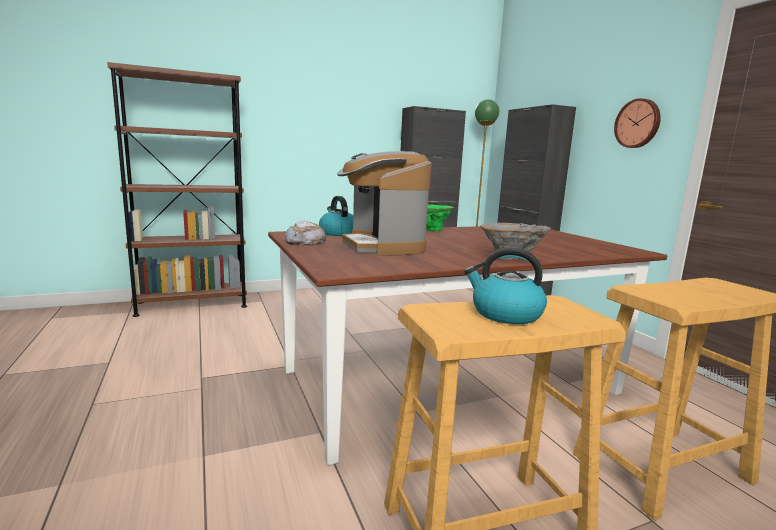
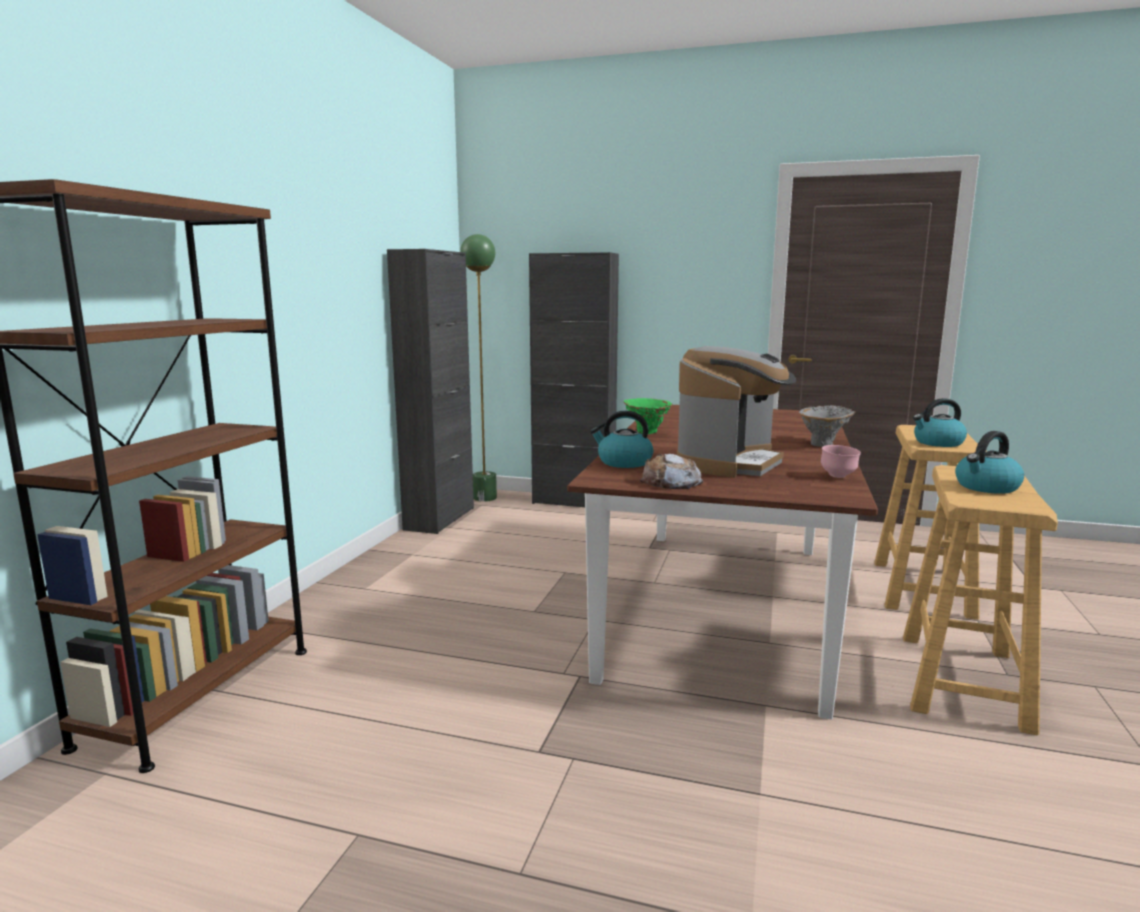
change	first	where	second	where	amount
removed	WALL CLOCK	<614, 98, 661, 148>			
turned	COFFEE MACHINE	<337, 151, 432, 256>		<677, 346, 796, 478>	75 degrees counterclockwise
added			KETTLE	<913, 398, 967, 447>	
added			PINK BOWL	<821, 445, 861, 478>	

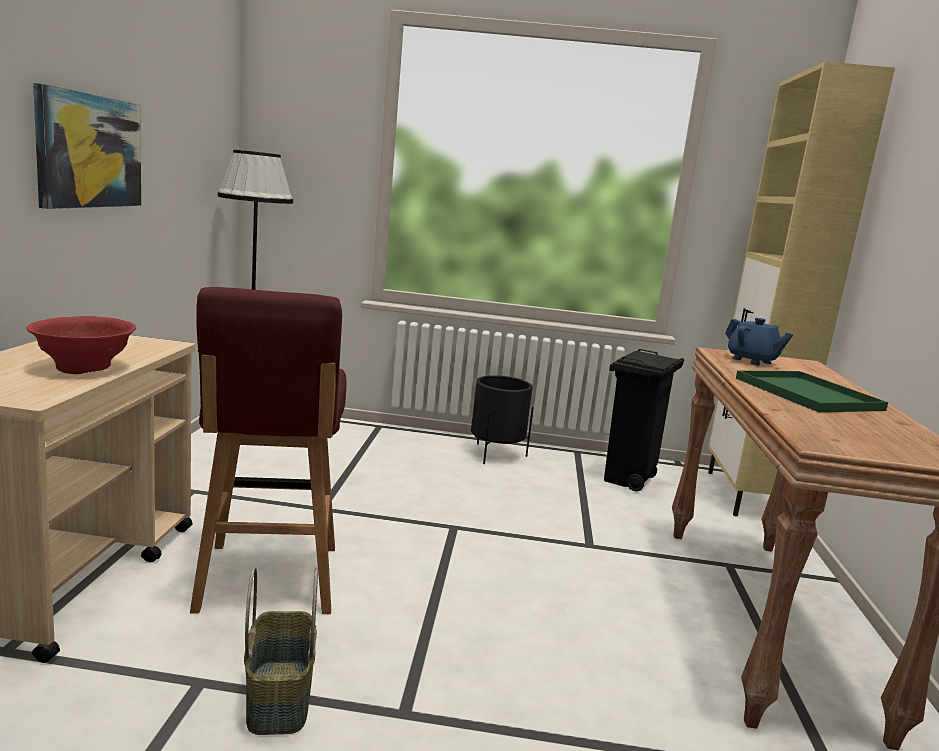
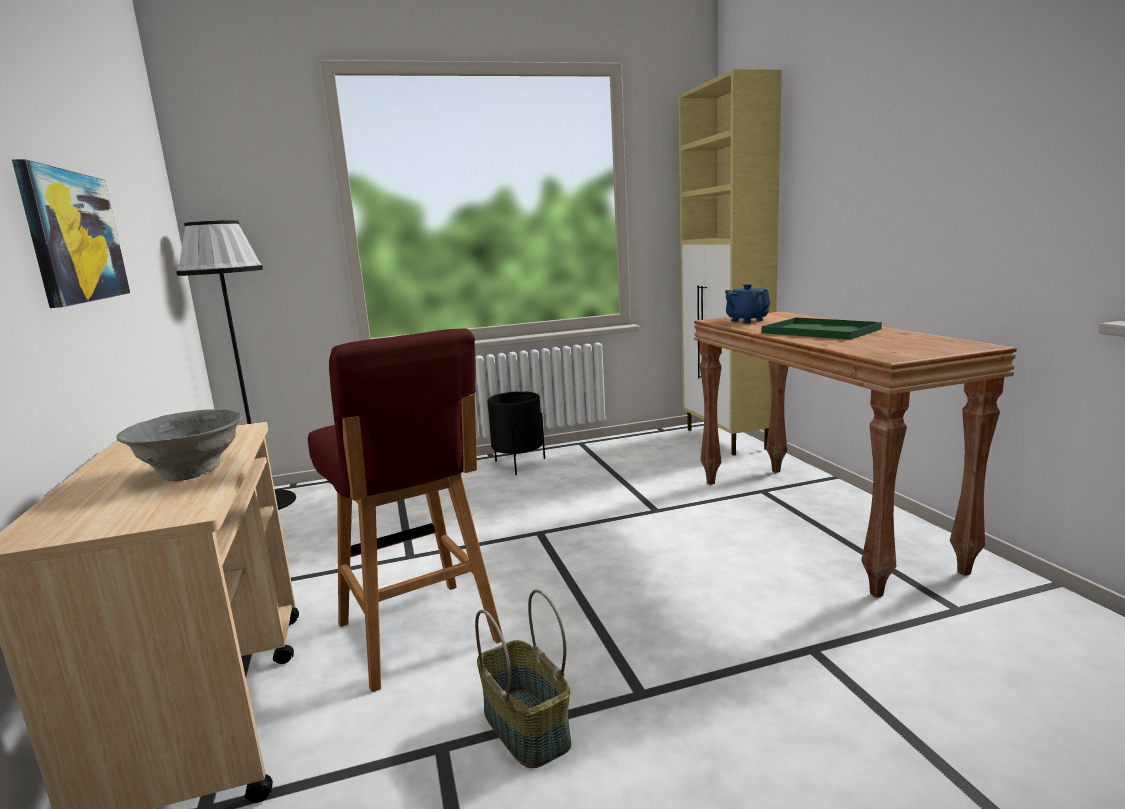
change	first	where	second	where	amount
recoloured	RED BOWL	<27, 316, 136, 374>	GREY BOWL	<116, 409, 242, 481>	
turned	BLUE TEAPOT	<725, 318, 793, 365>		<725, 284, 770, 323>	150 degrees counterclockwise
removed	BLACK TRASH CAN	<604, 349, 684, 491>			

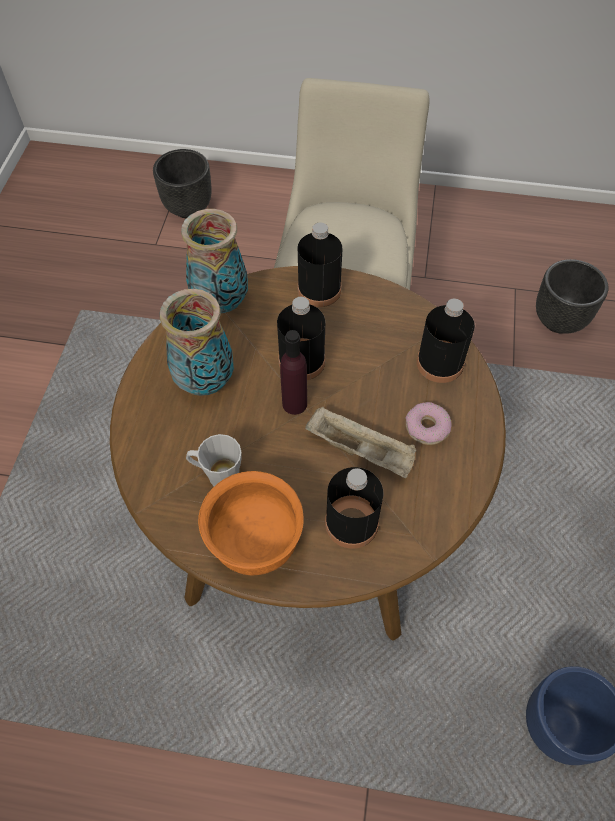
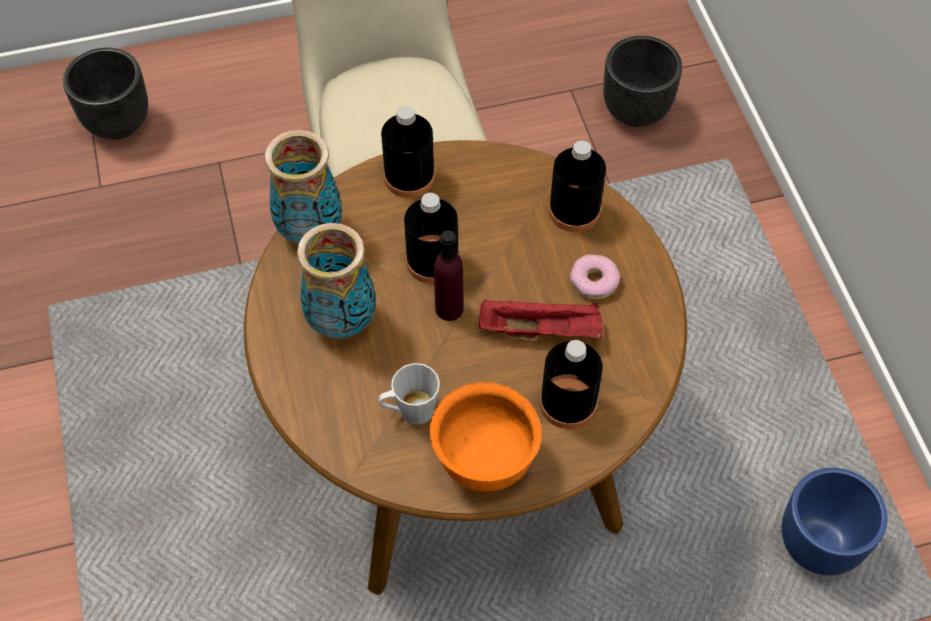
change	first	where	second	where	amount
recoloured	BEIGE TRAY	<305, 406, 416, 478>	RED TRAY	<479, 299, 603, 338>	

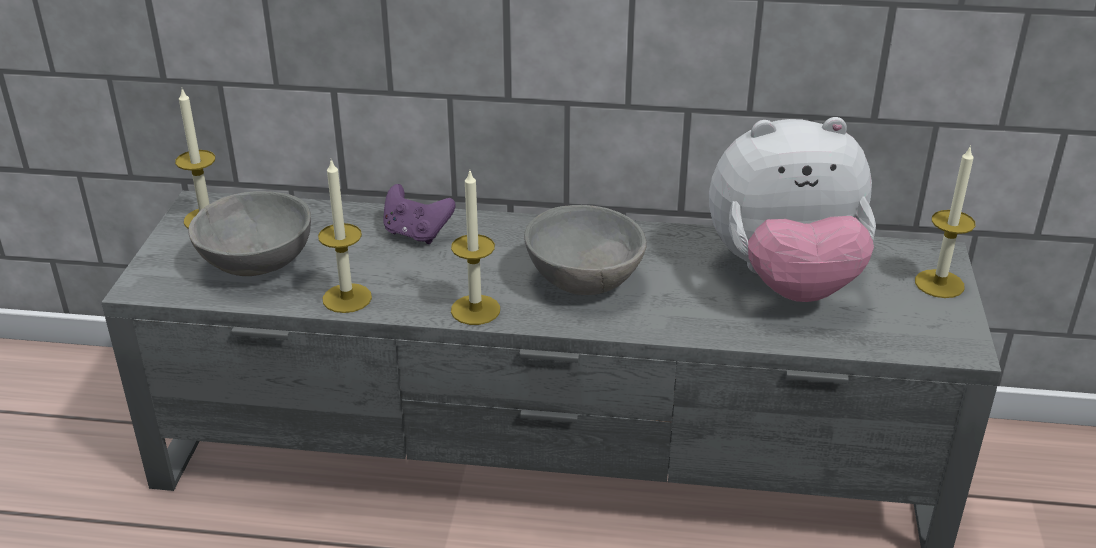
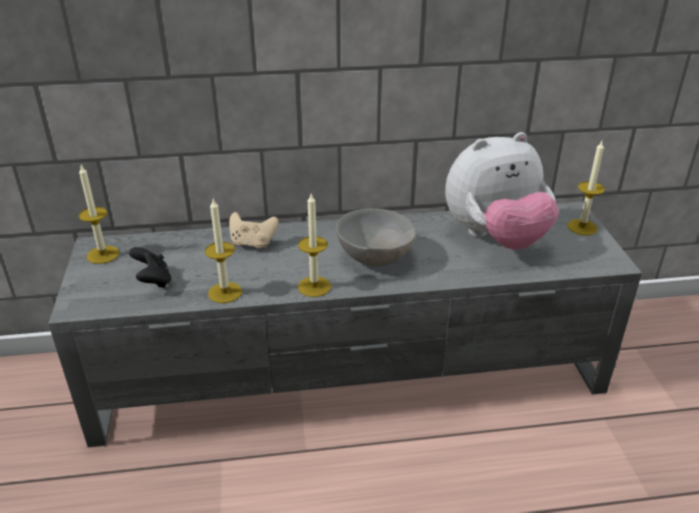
change	first	where	second	where	amount
recoloured	PURPLE GAME CONTROLLER	<384, 184, 456, 244>	BEIGE GAME CONTROLLER	<229, 212, 279, 249>	
replaced	GREY BOWL	<188, 191, 311, 276>	BLACK GAME CONTROLLER	<129, 247, 171, 288>	

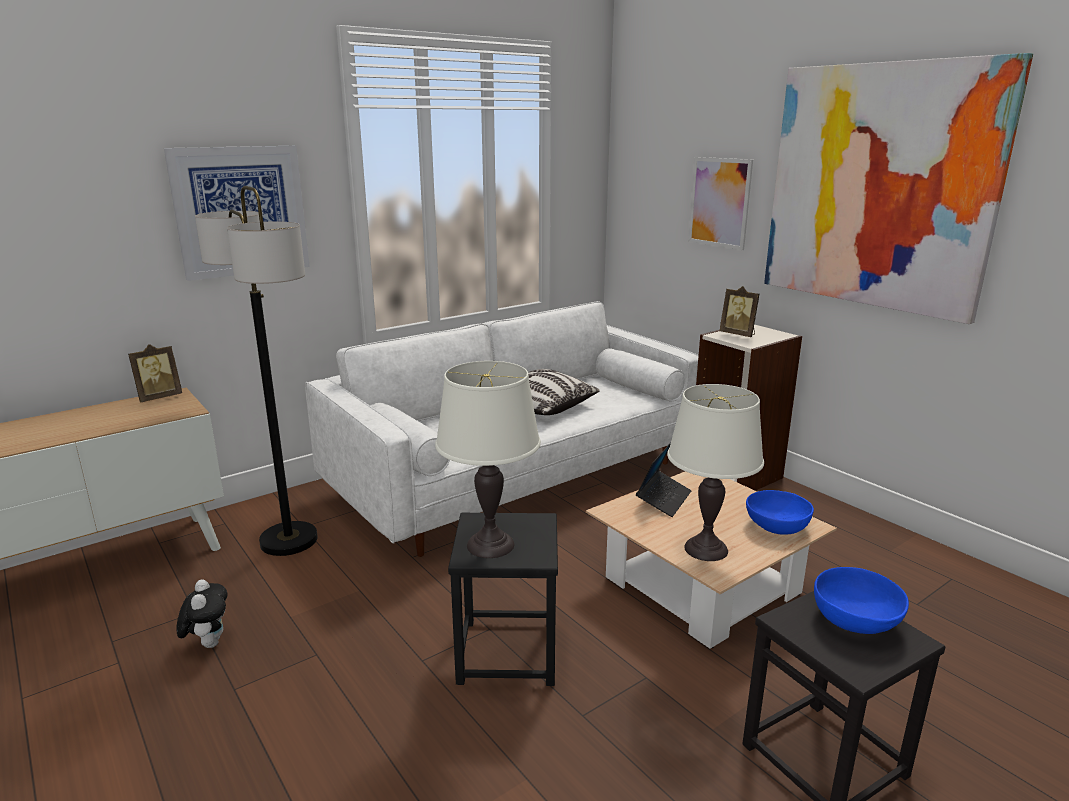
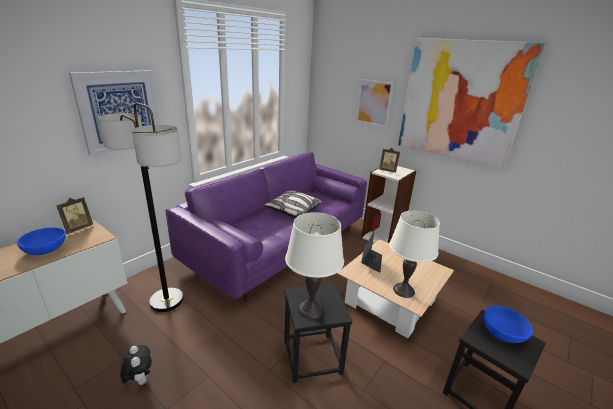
change	first	where	second	where	amount
recoloured	WHITE SOFA	<305, 301, 699, 557>	PURPLE SOFA	<166, 152, 367, 302>	
moved	BLUE BOWL	<746, 490, 814, 535>		<17, 227, 66, 255>	

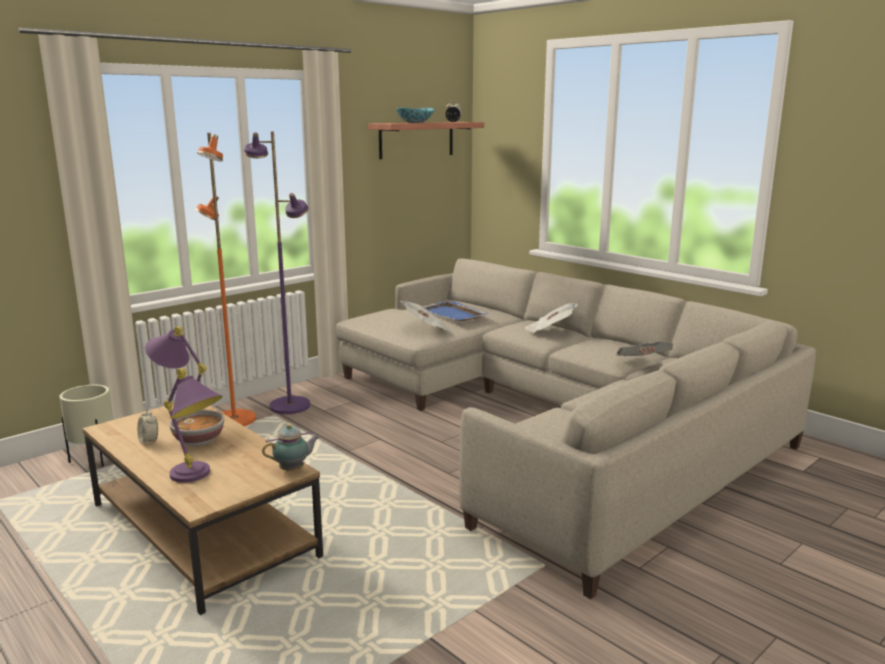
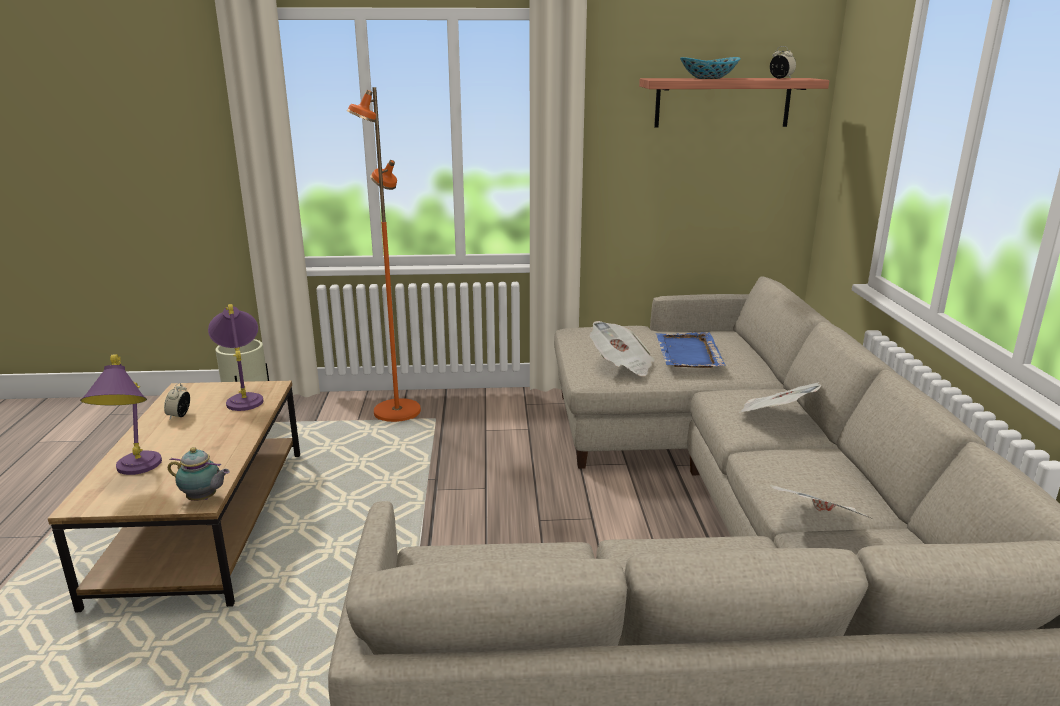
change	first	where	second	where	amount
removed	PURPLE FLOOR LAMP	<244, 131, 310, 414>			
removed	BOWL	<169, 410, 224, 446>			

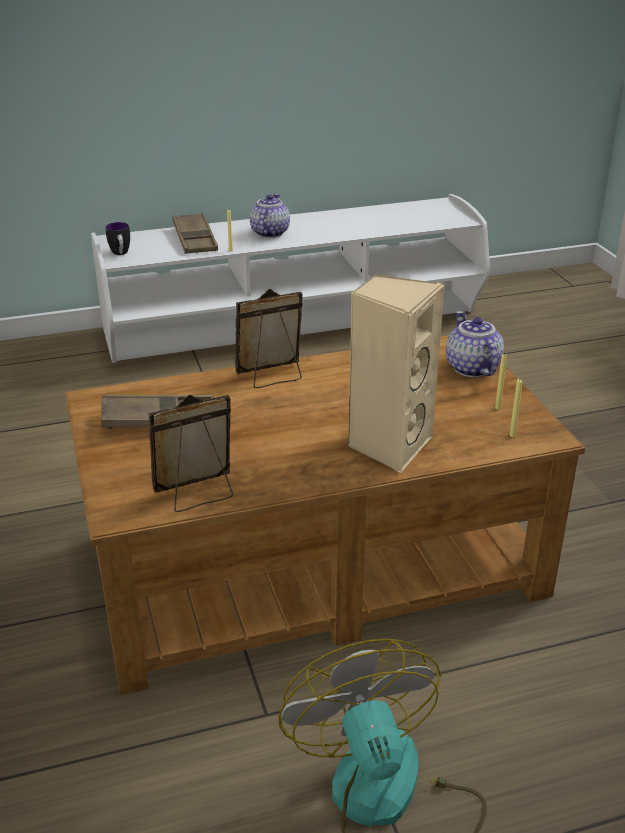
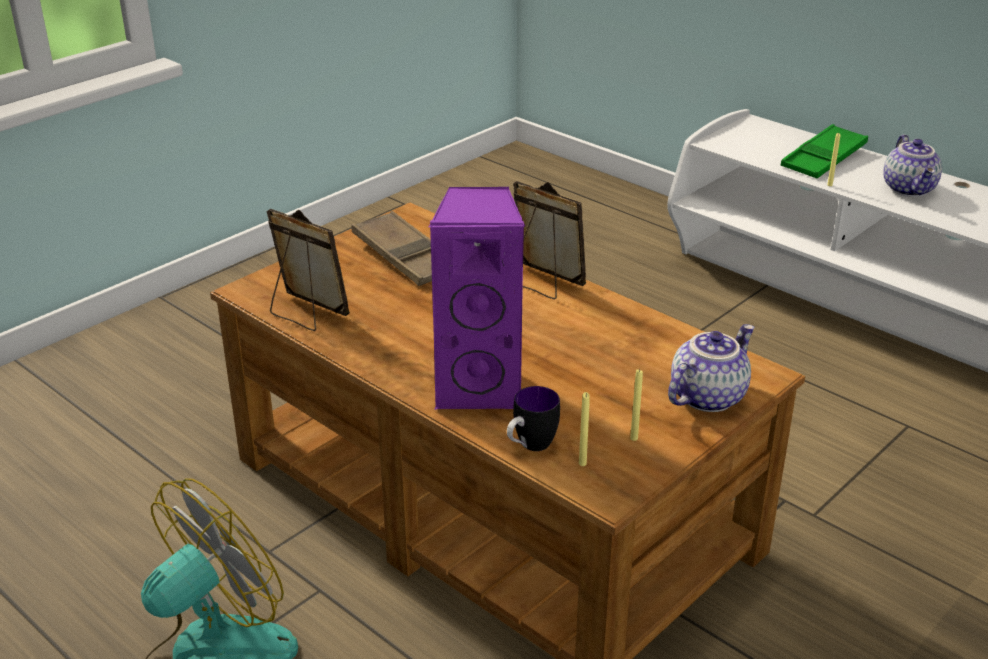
change	first	where	second	where	amount
turned	TEAPOT	<250, 194, 290, 238>		<883, 135, 942, 197>	105 degrees clockwise
recoloured	BROWN TRAY	<172, 213, 218, 254>	GREEN TRAY	<780, 124, 868, 178>	
moved	MUG	<106, 222, 130, 255>		<507, 386, 560, 451>	
recoloured	BEIGE SPEAKER	<347, 274, 445, 473>	PURPLE SPEAKER	<429, 187, 525, 409>	

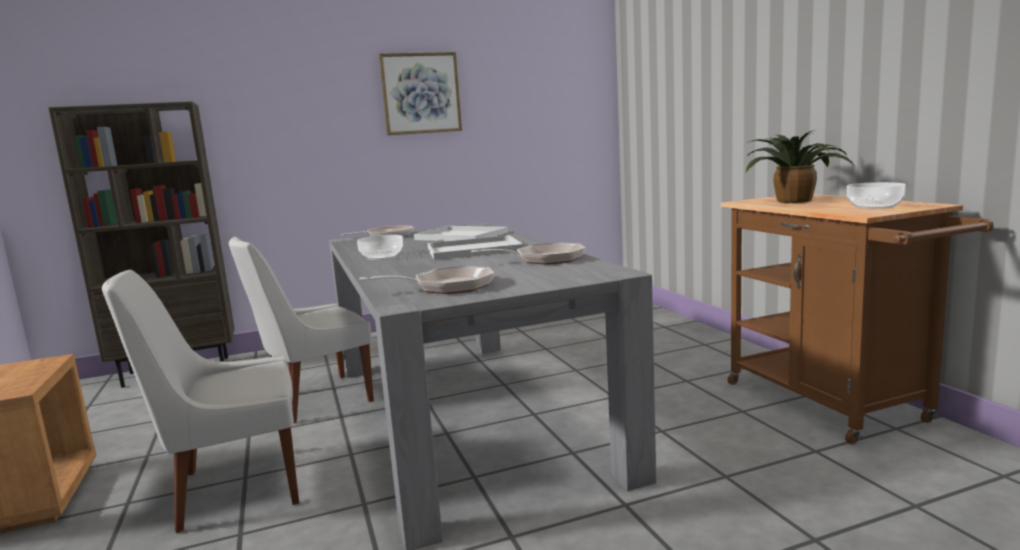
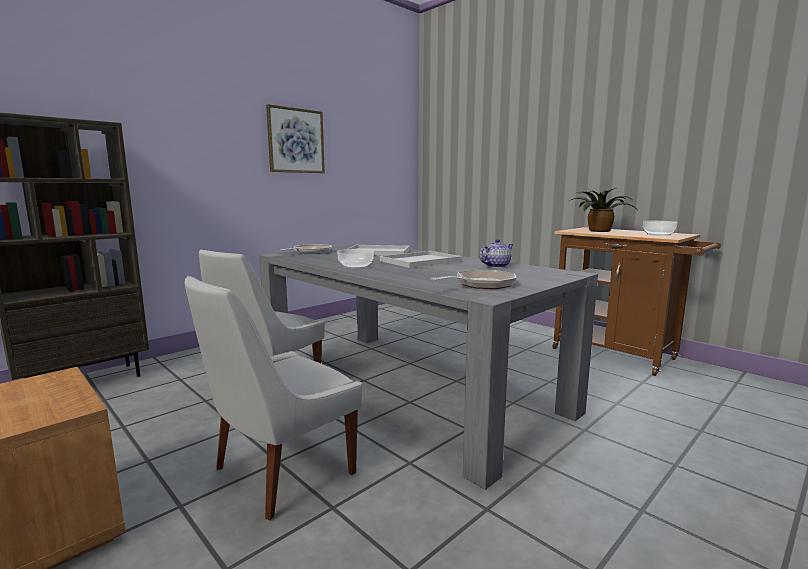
change	first	where	second	where	amount
replaced	FRYING PAN	<472, 242, 586, 264>	TEAPOT	<479, 239, 514, 268>	

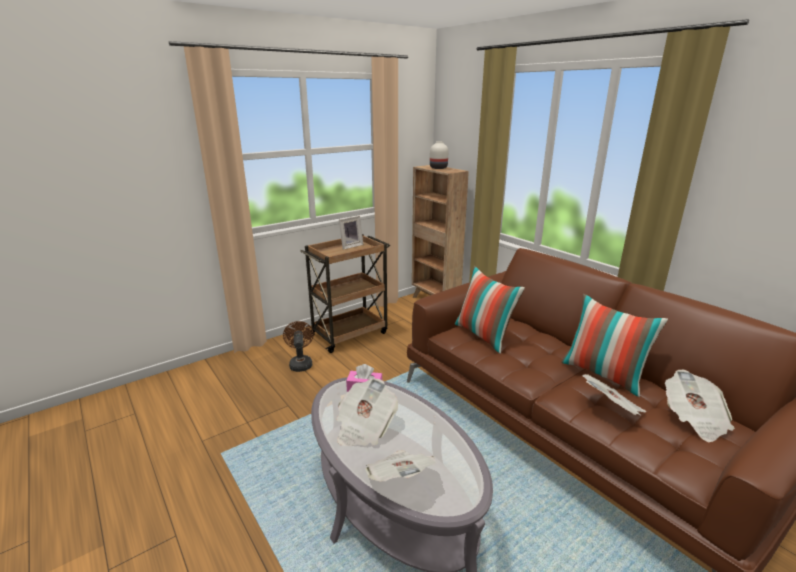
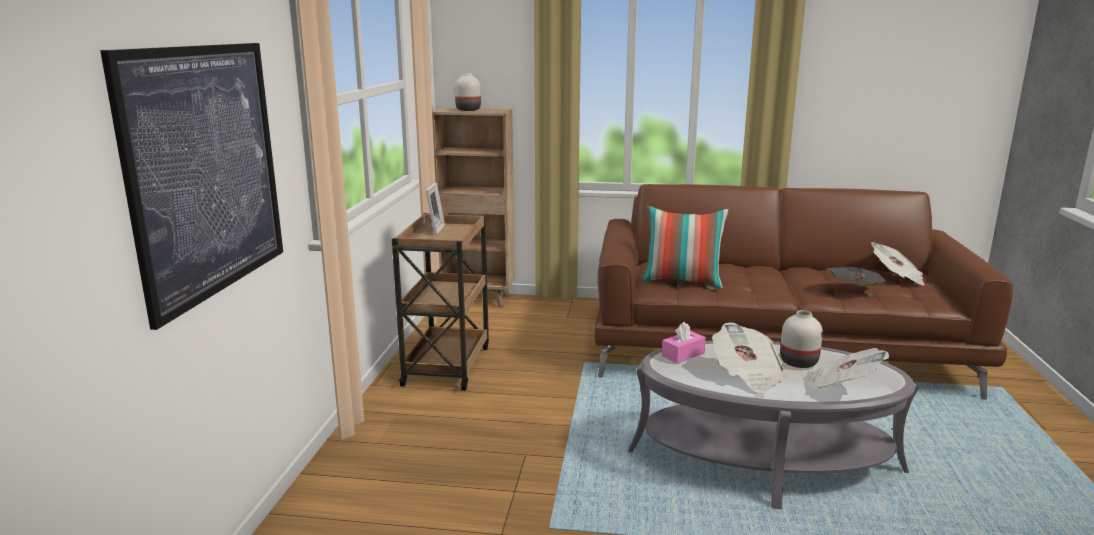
change	first	where	second	where	amount
removed	PILLOW	<562, 294, 668, 397>			
removed	BROWN FAN	<283, 321, 314, 372>			
added			PICTURE	<100, 43, 283, 330>	
added			WHITE VASE	<780, 310, 823, 368>	

